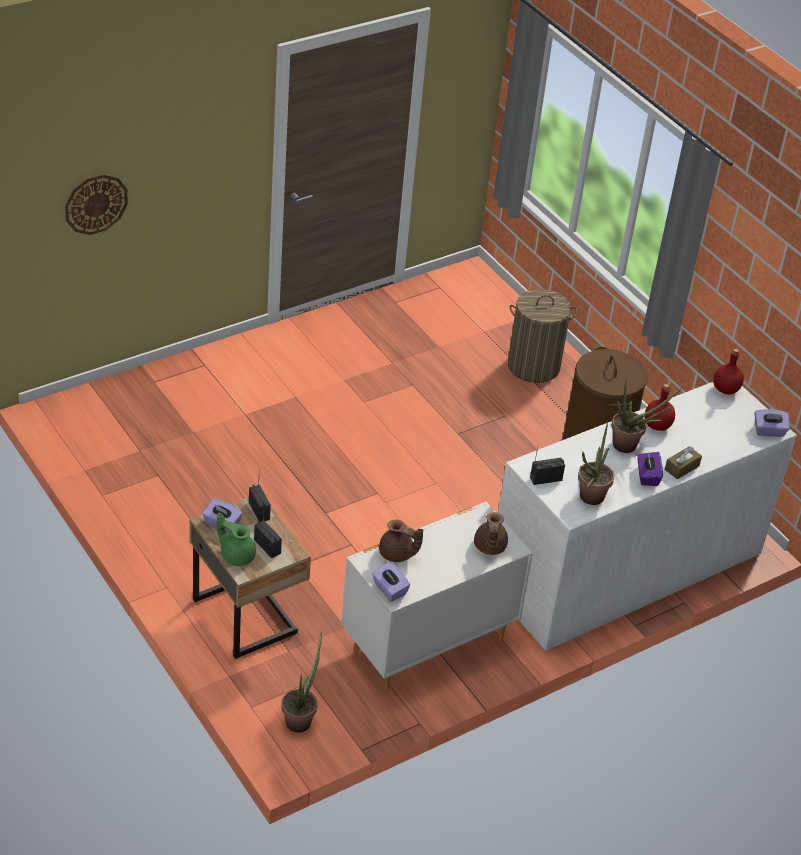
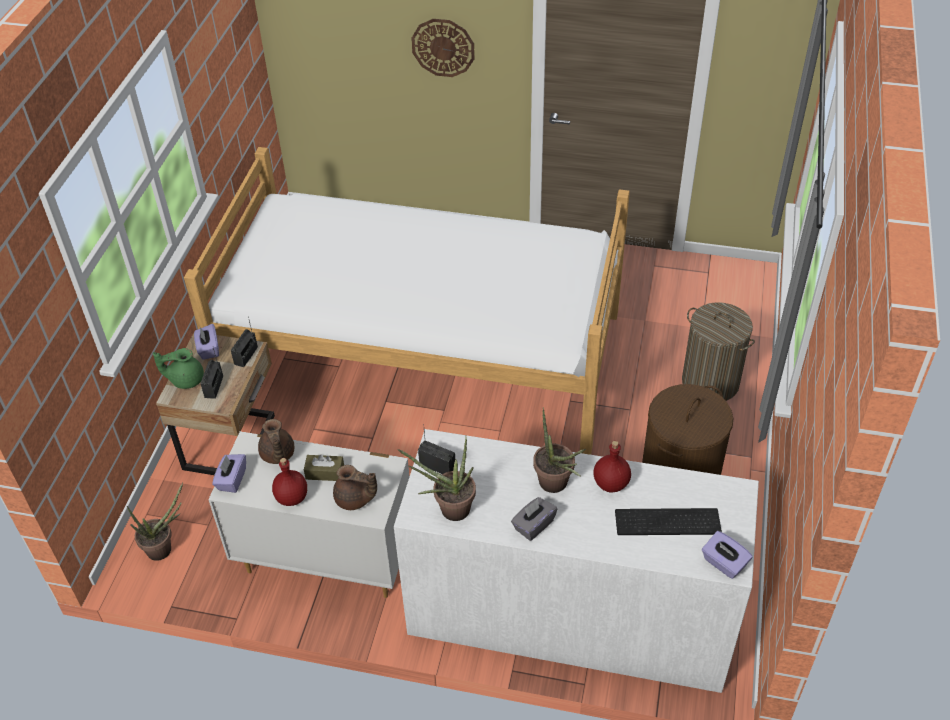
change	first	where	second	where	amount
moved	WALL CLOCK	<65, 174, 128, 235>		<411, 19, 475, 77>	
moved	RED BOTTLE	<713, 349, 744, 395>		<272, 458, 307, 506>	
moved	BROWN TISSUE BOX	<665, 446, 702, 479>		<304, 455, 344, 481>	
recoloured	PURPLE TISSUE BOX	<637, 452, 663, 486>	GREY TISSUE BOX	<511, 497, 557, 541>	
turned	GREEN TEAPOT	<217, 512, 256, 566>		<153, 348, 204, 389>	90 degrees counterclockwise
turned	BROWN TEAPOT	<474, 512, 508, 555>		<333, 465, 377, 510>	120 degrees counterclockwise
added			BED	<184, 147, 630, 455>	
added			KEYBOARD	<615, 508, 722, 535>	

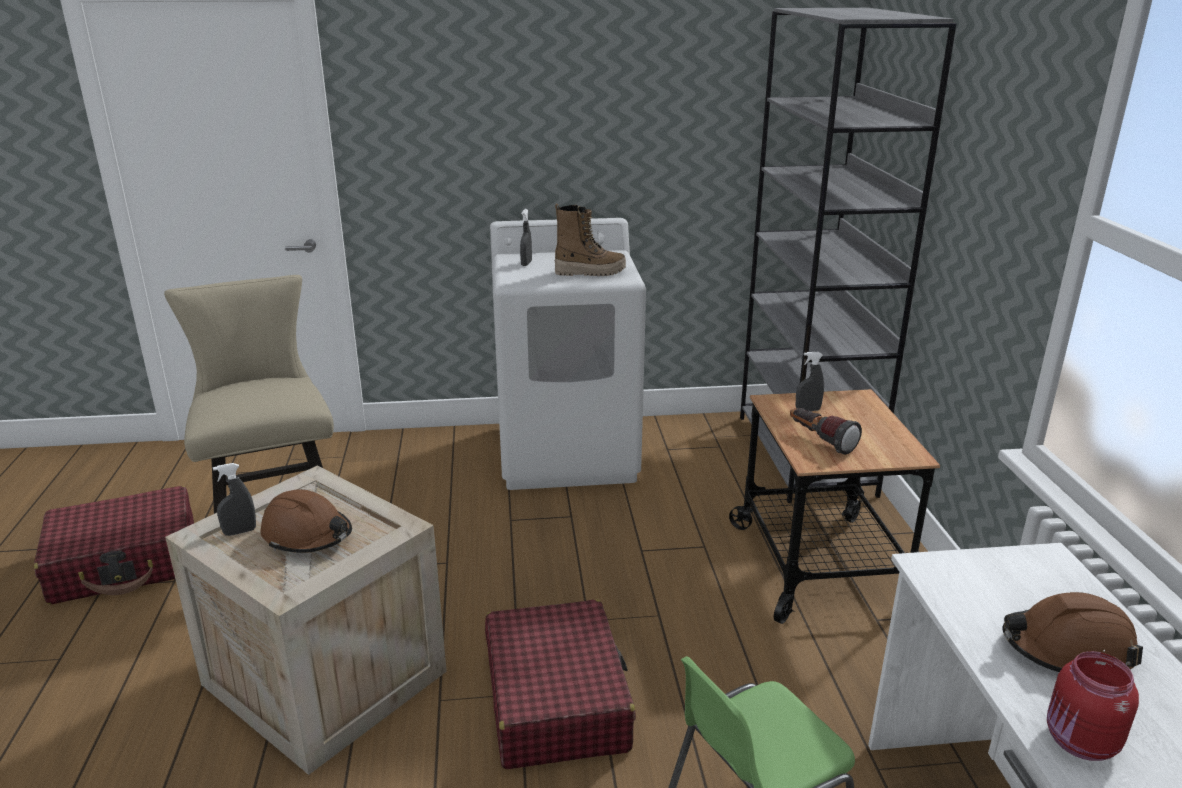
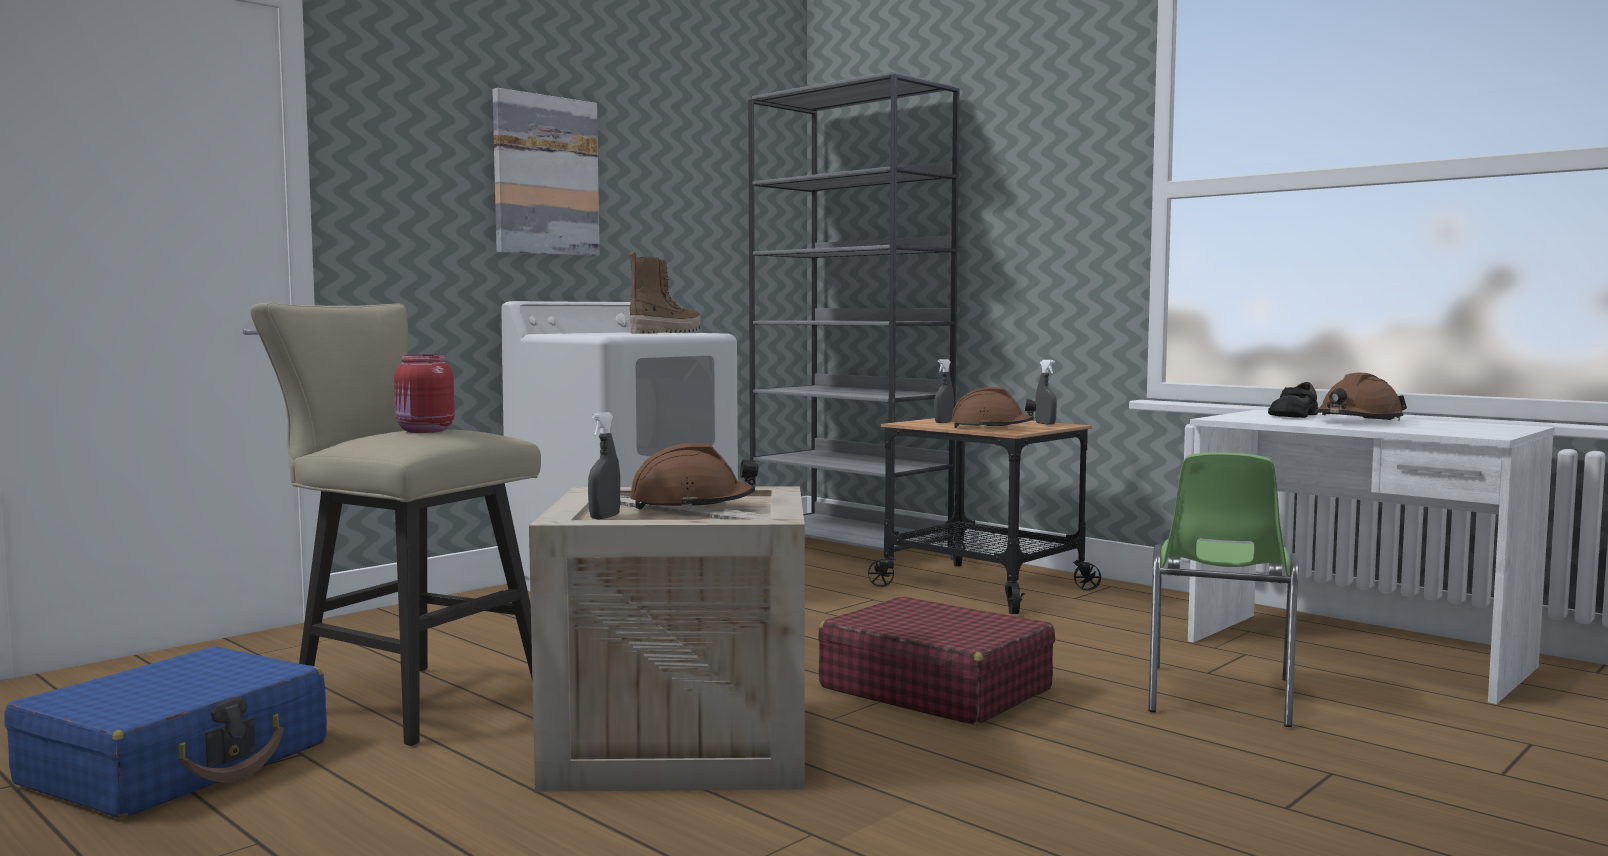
change	first	where	second	where	amount
moved	GREY SPRAY BOTTLE	<520, 209, 532, 266>		<1035, 360, 1057, 425>	
replaced	FLASHLIGHT	<790, 408, 862, 455>	BROWN HARD HAT	<951, 387, 1037, 428>	
recoloured	RED SUITCASE	<34, 486, 194, 604>	BLUE SUITCASE	<5, 646, 327, 818>	
moved	RED JAR	<1047, 651, 1139, 761>		<394, 355, 455, 433>	
added			PICTURE	<492, 88, 600, 256>	
added			BLACK SHOE	<1268, 382, 1318, 418>	

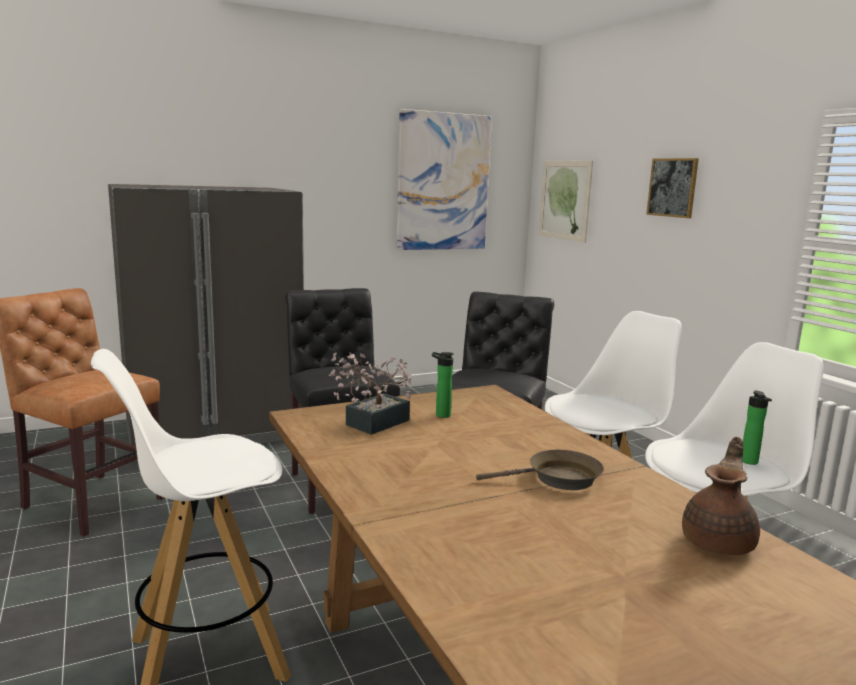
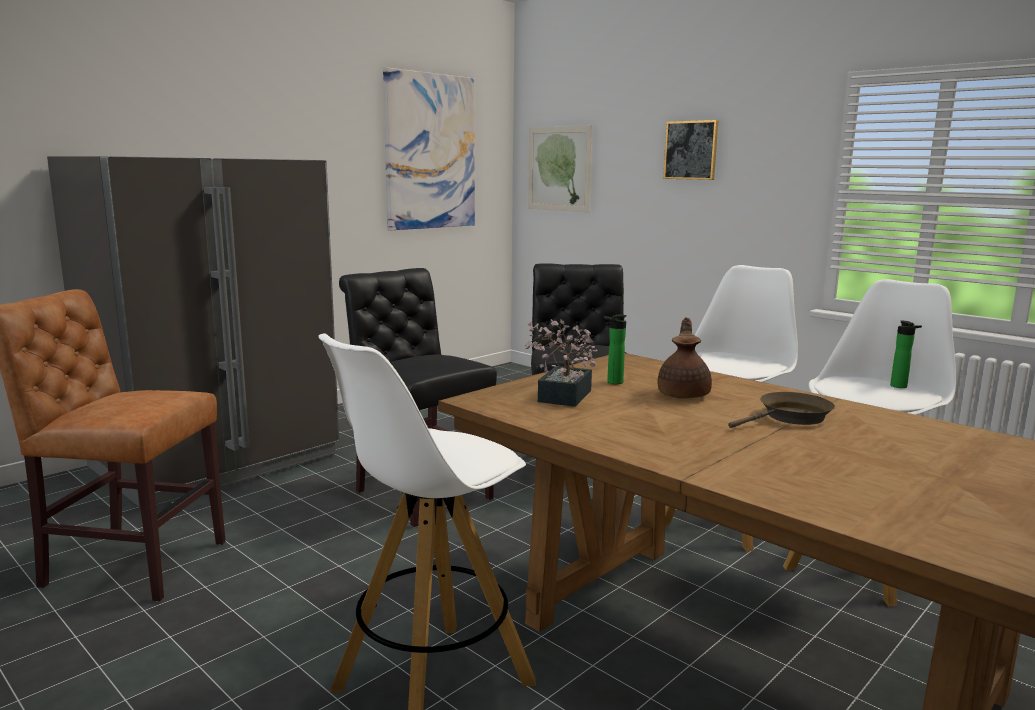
change	first	where	second	where	amount
moved	BROWN TEAPOT	<682, 436, 760, 555>		<658, 317, 712, 399>	

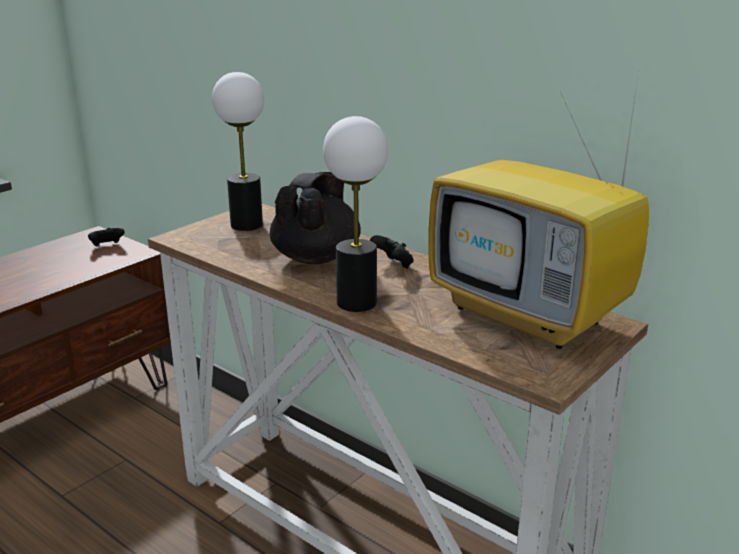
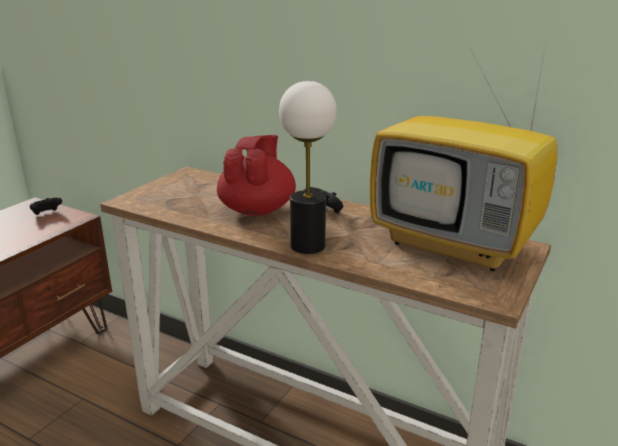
change	first	where	second	where	amount
removed	TABLE LAMP	<212, 72, 264, 231>			
recoloured	BLACK TEAPOT	<270, 172, 361, 264>	RED TEAPOT	<217, 135, 296, 216>	

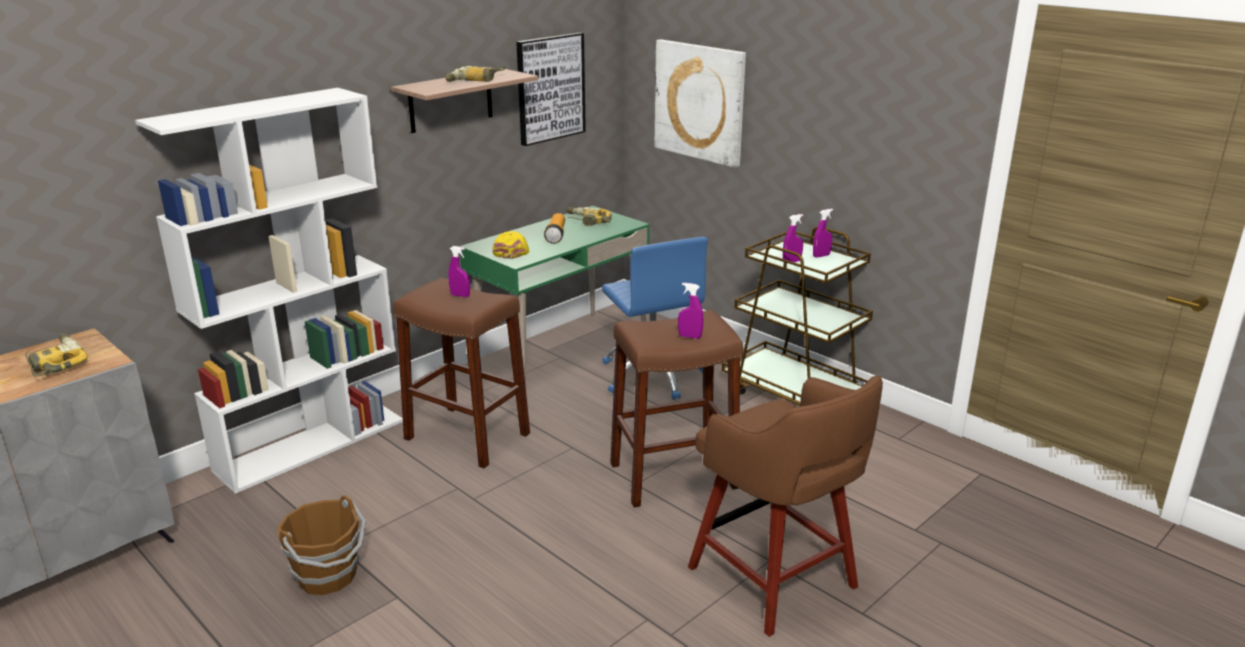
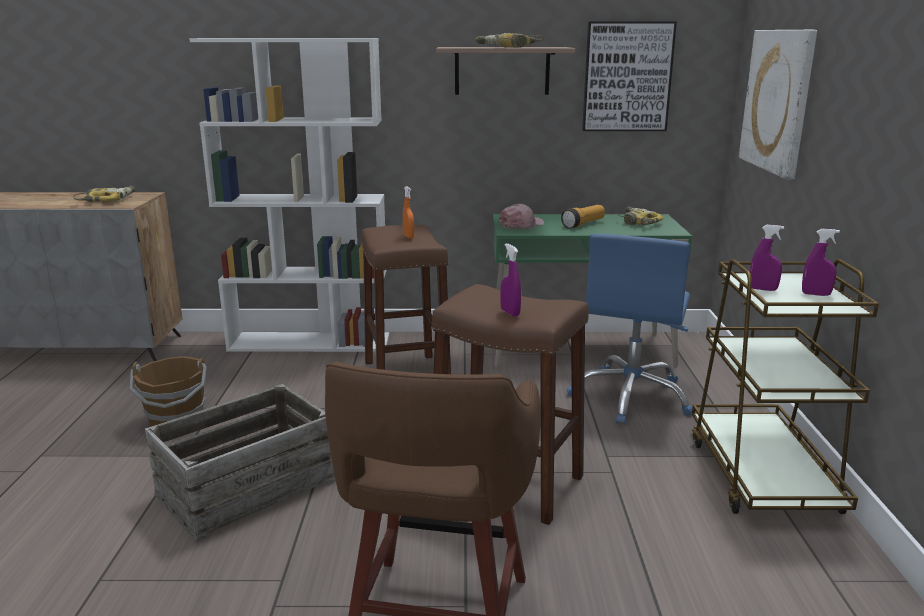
change	first	where	second	where	amount
recoloured	YELLOW CAP	<493, 231, 529, 259>	PINK CAP	<499, 204, 544, 229>	
recoloured	PURPLE SPRAY BOTTLE	<448, 246, 470, 297>	ORANGE SPRAY BOTTLE	<403, 186, 414, 239>	
added			CRATE	<145, 384, 336, 542>	

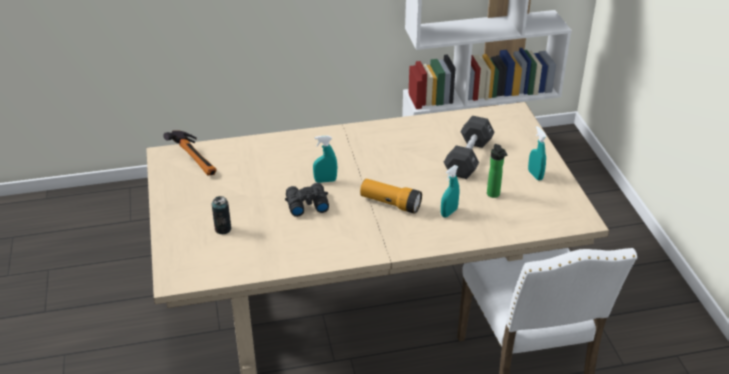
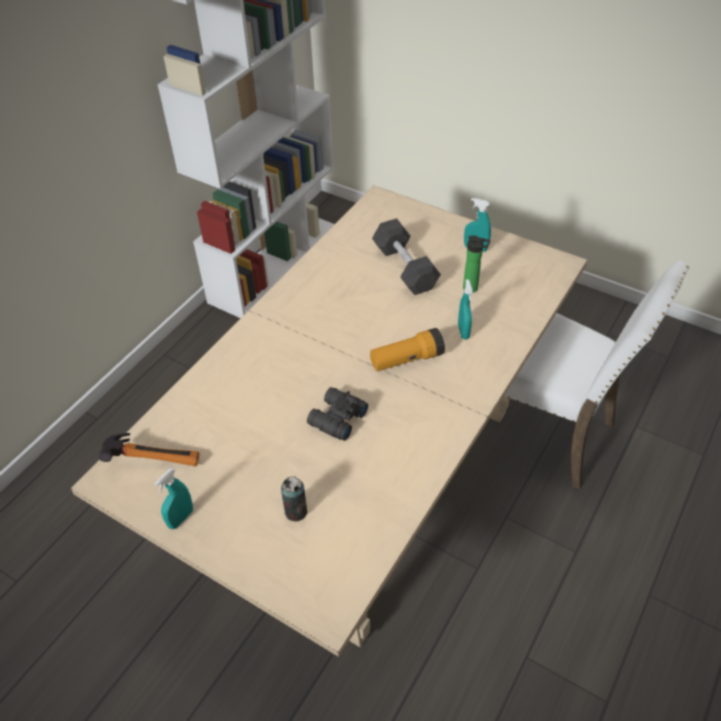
change	first	where	second	where	amount
moved	TURQUOISE SPRAY BOTTLE	<313, 135, 337, 183>		<154, 468, 193, 529>	

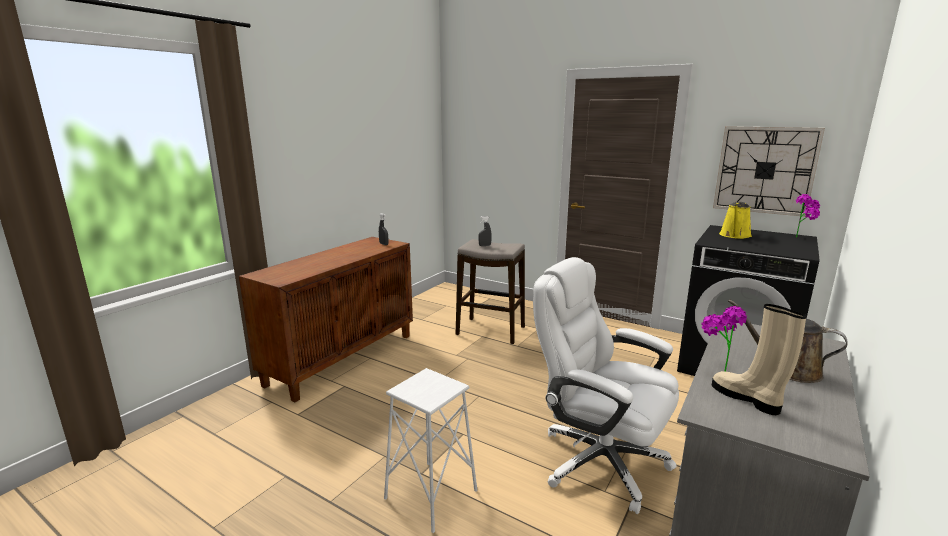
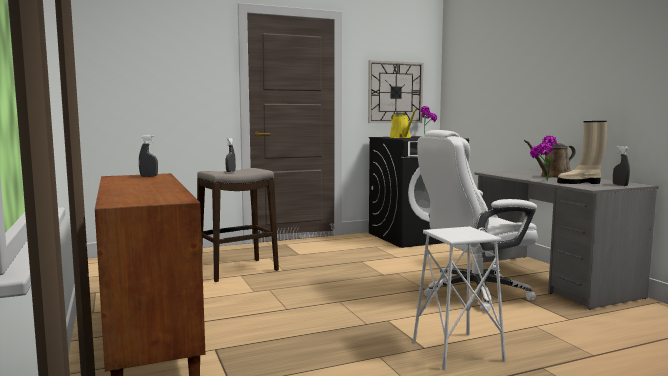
change	first	where	second	where	amount
added			GREY SPRAY BOTTLE	<613, 146, 630, 186>	

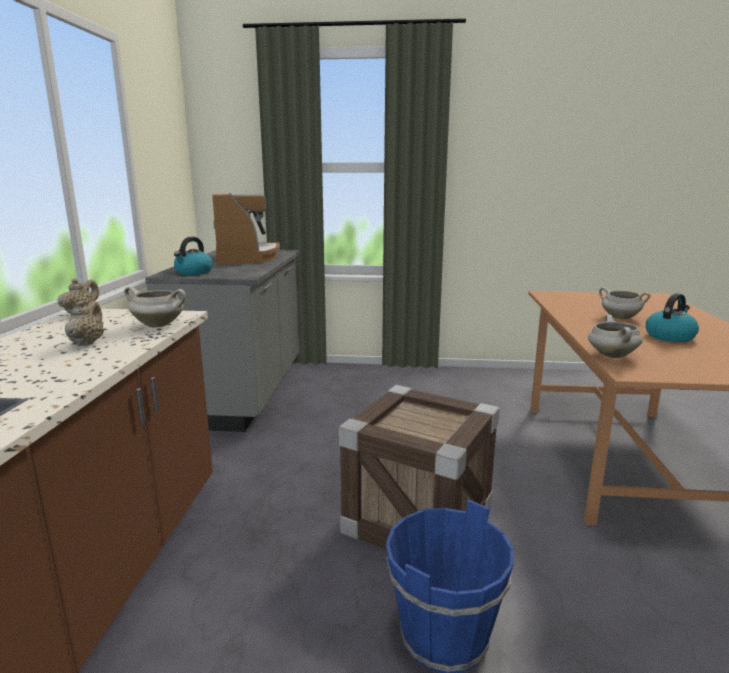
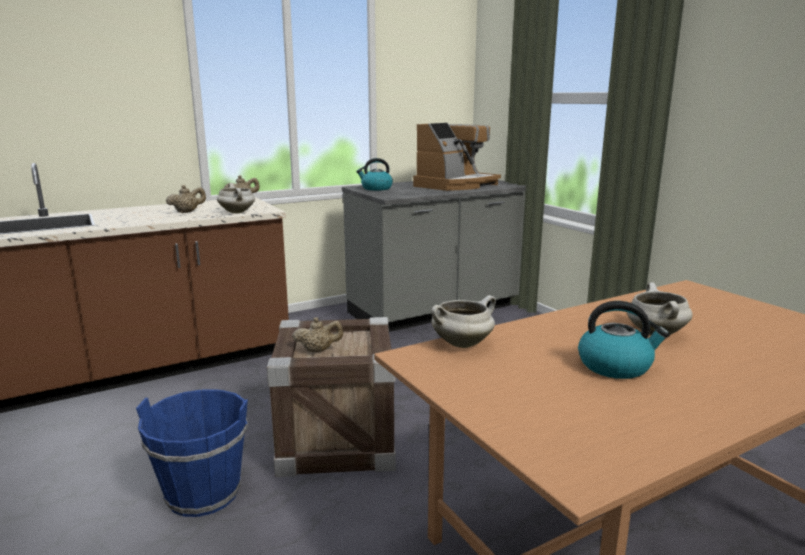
change	first	where	second	where	amount
added			BEIGE TEAPOT	<292, 317, 343, 352>	

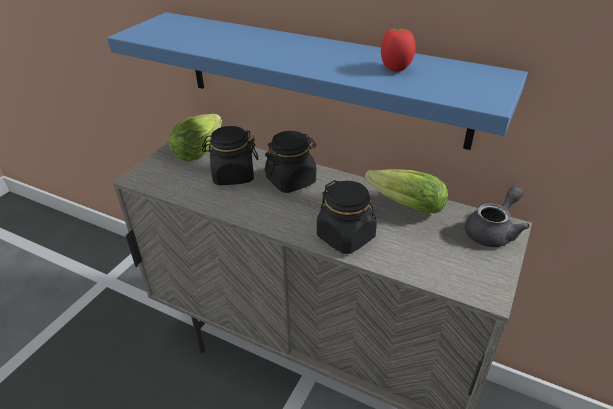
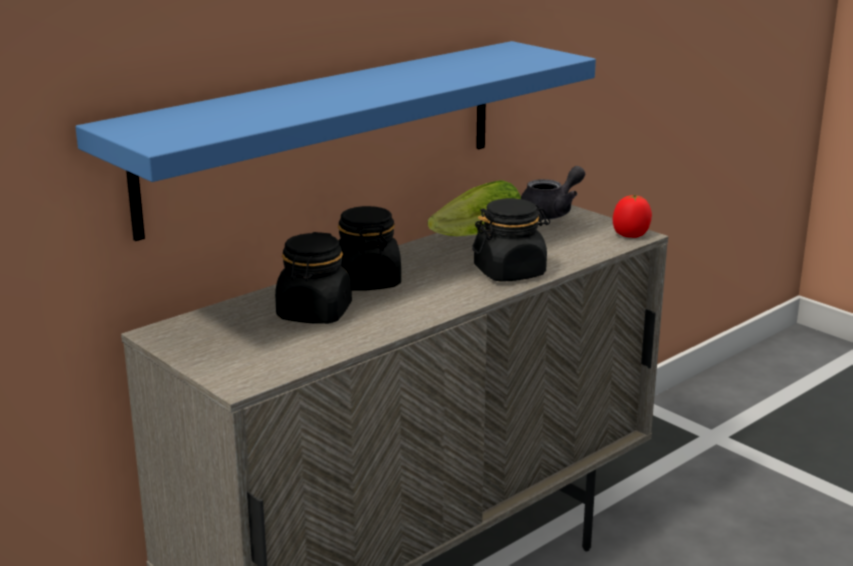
change	first	where	second	where	amount
moved	TOMATO	<381, 27, 416, 72>		<613, 195, 652, 238>	
removed	LETTUCE	<168, 114, 222, 162>			
turned	GREY TEAPOT	<465, 186, 530, 247>		<521, 166, 585, 220>	75 degrees clockwise

